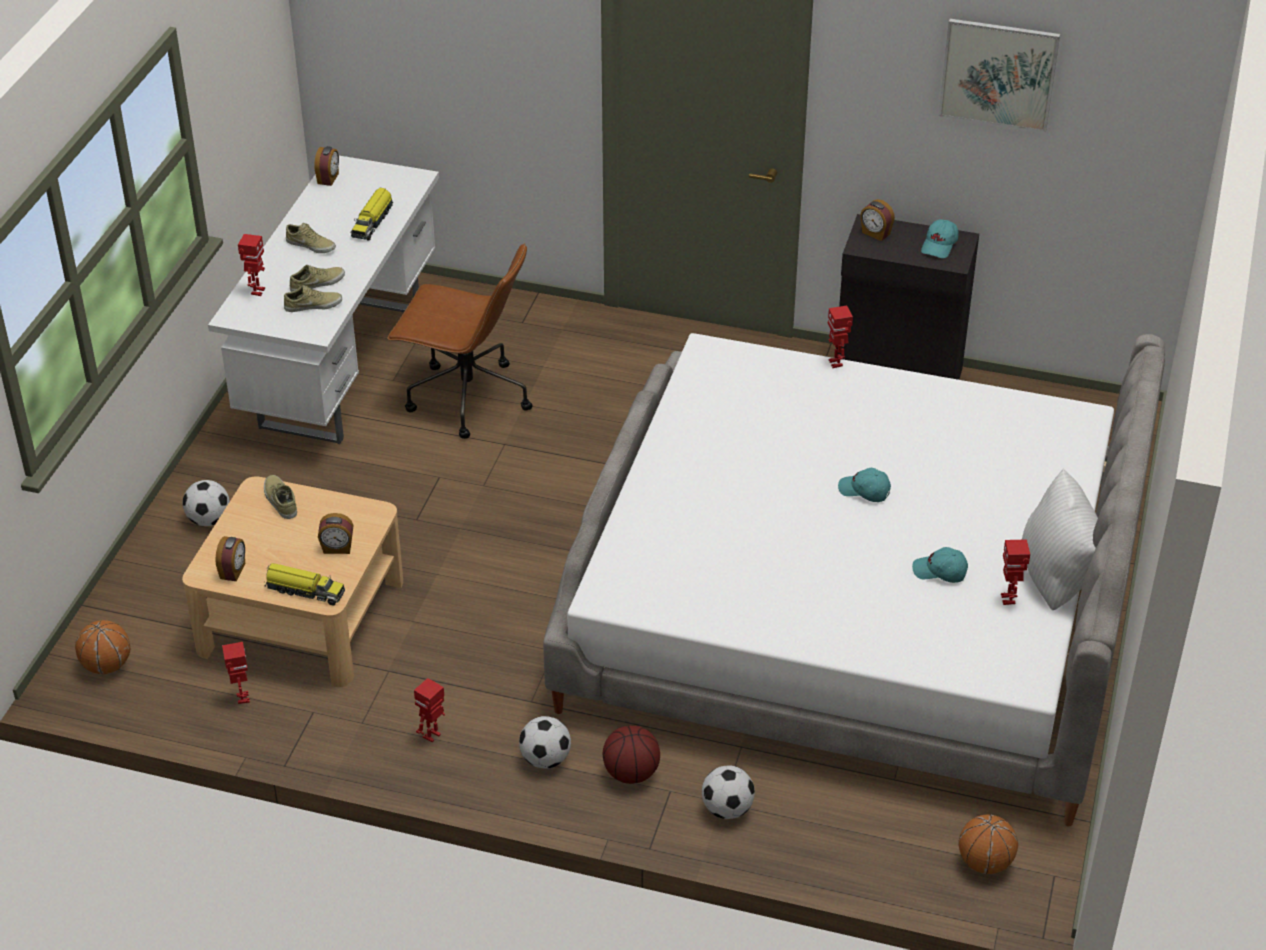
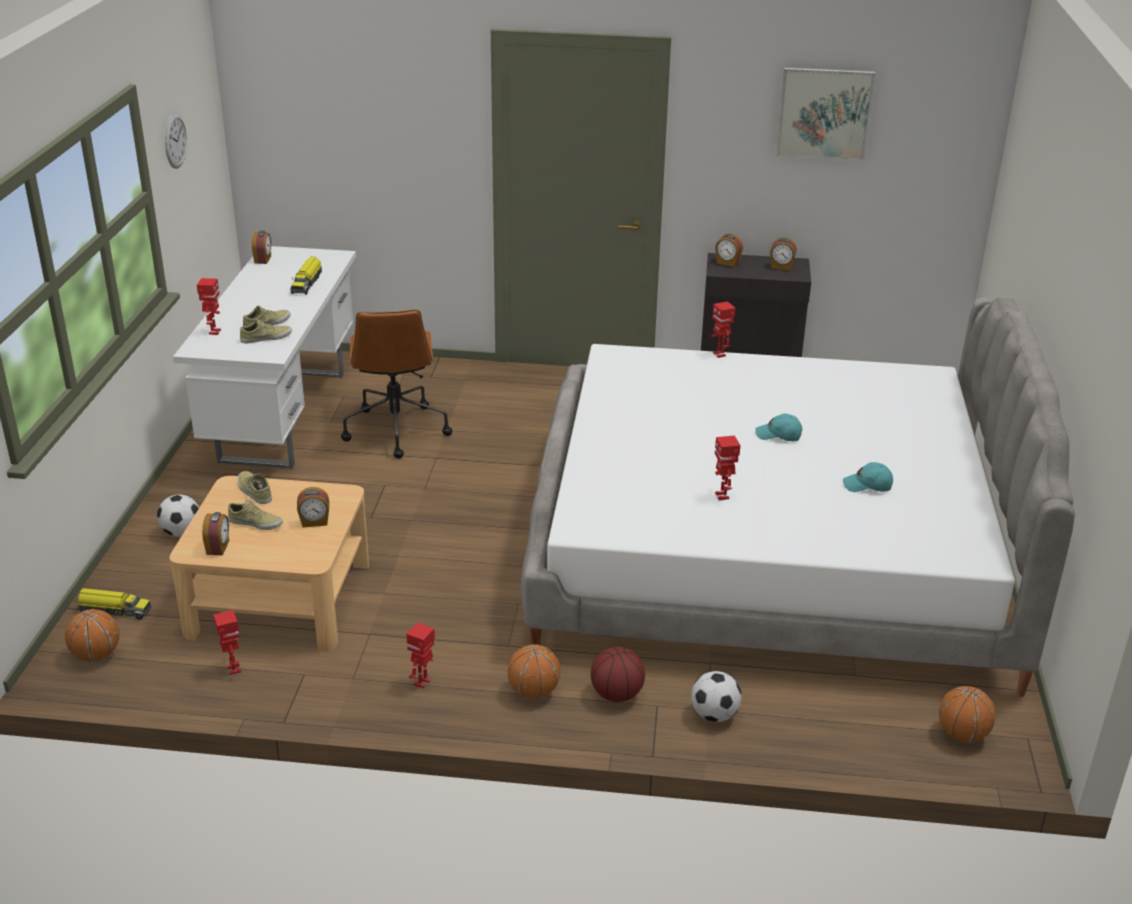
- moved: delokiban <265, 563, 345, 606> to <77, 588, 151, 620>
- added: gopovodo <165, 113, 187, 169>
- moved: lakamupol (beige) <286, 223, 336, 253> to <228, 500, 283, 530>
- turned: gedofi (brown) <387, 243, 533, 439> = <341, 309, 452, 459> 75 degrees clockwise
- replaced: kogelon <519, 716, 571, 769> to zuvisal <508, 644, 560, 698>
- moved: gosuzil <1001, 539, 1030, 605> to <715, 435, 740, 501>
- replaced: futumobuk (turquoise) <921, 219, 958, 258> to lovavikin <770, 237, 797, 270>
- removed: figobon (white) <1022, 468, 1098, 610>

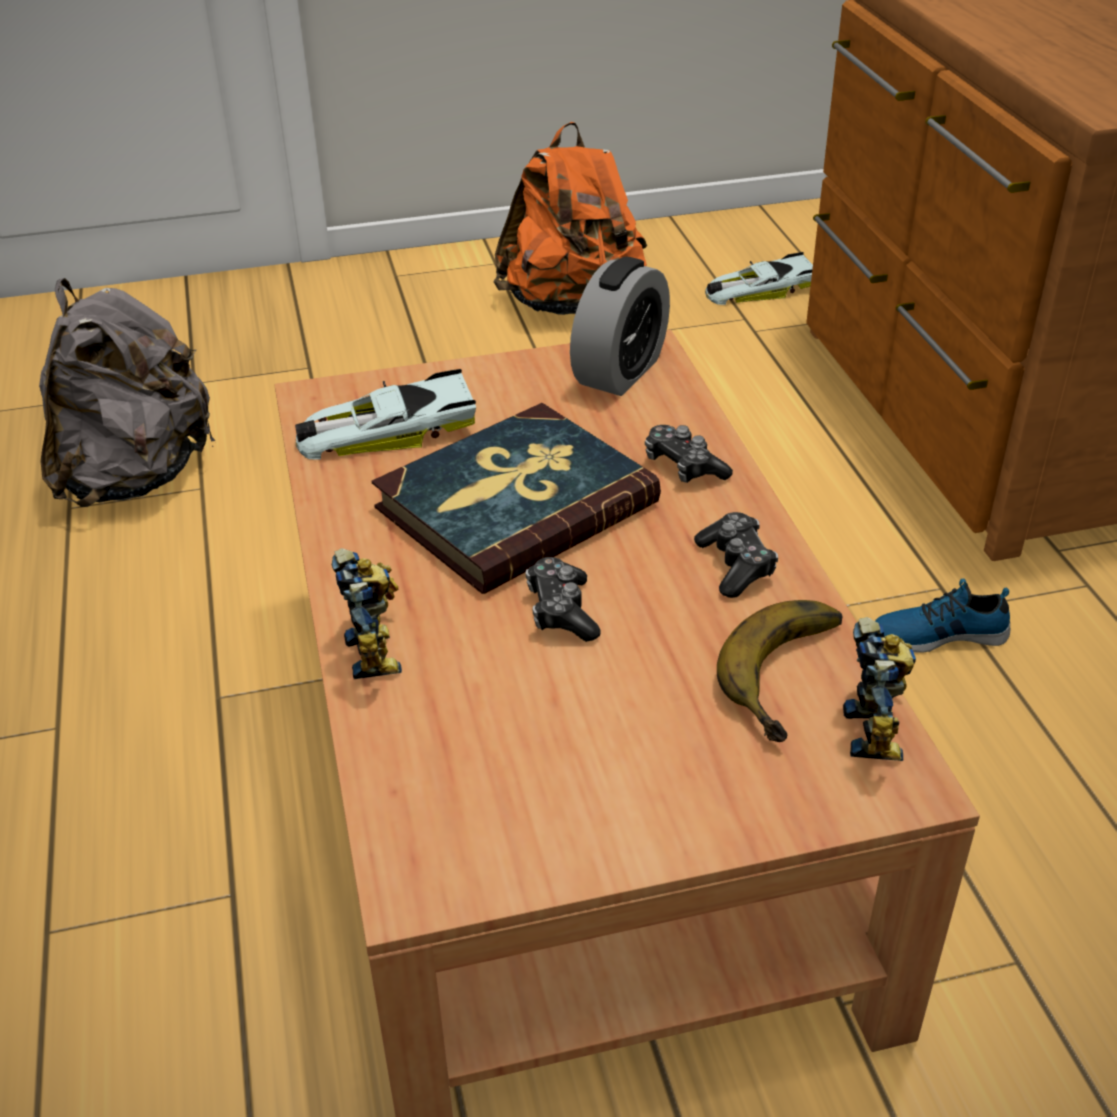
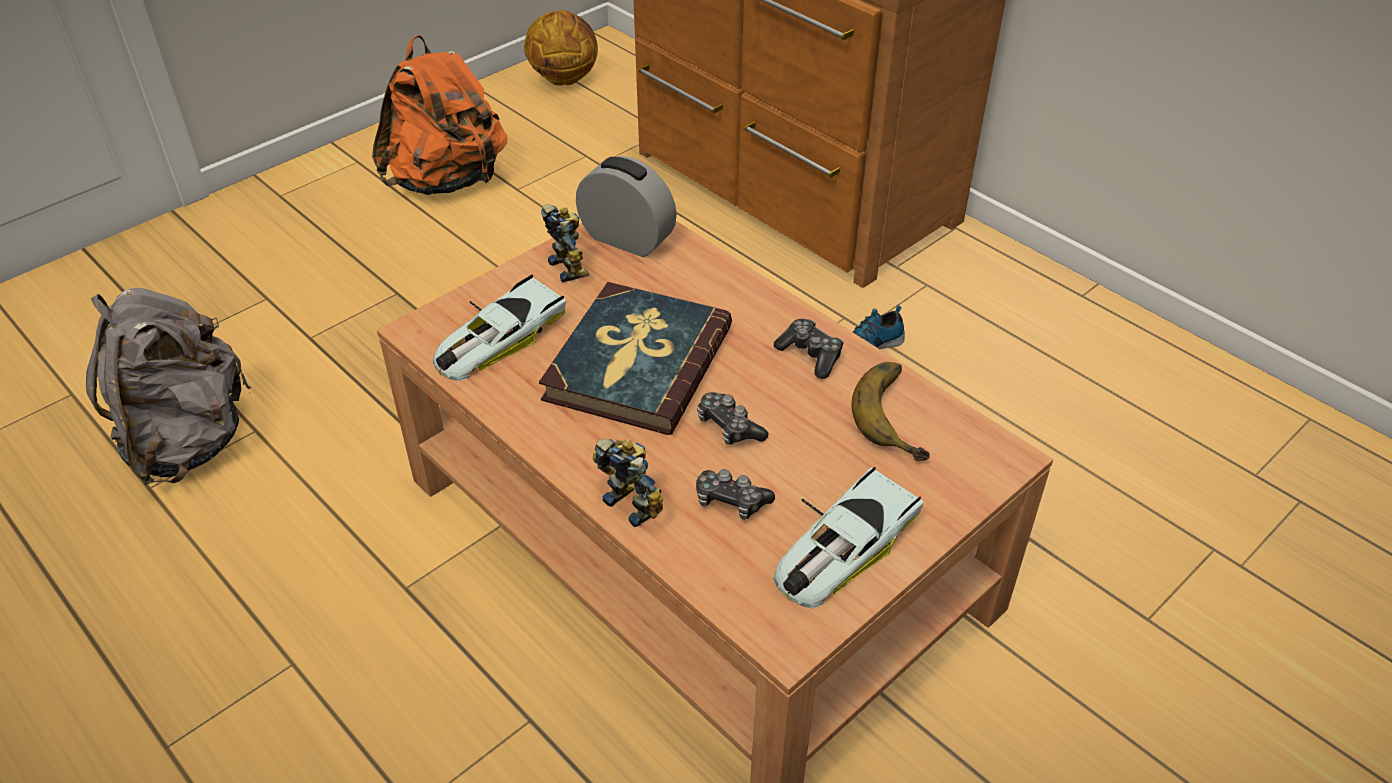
- added: zuvisal <524, 10, 598, 86>
- moved: gosuzil <843, 617, 916, 761> to <541, 204, 589, 283>
- turned: lovavikin <570, 256, 670, 396> = <576, 156, 677, 257> 60 degrees counterclockwise
- moved: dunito <645, 425, 733, 483> to <696, 469, 775, 520>
- moved: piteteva <705, 252, 813, 305> to <773, 467, 924, 608>

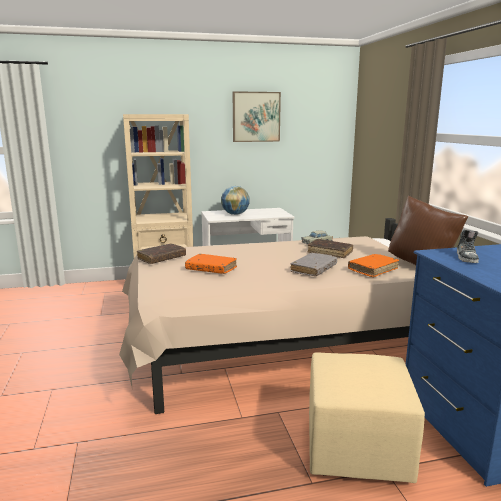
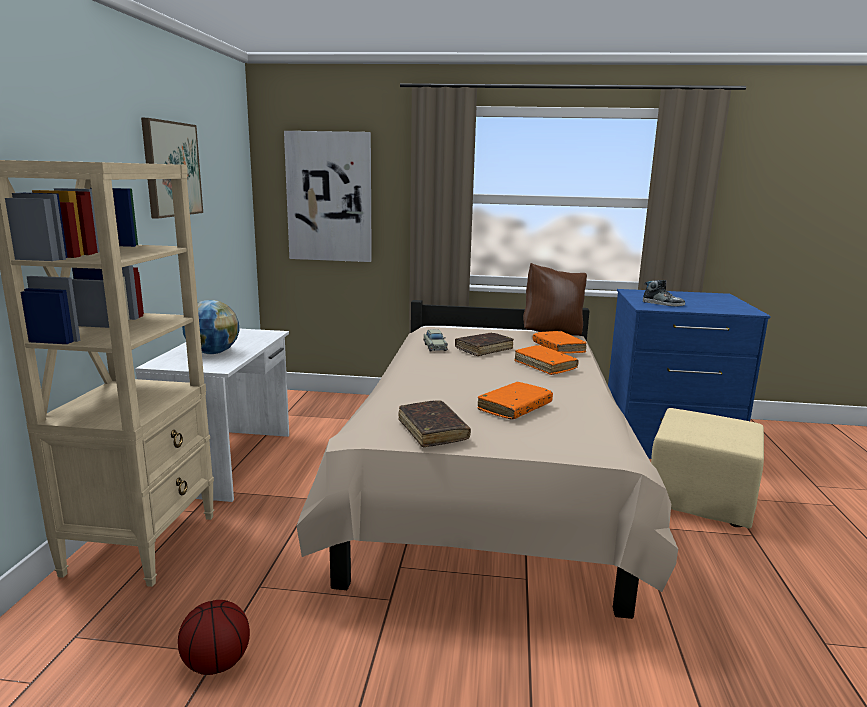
- added: zuvisal <178, 600, 250, 675>
- added: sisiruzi <284, 131, 372, 262>
- recoloured: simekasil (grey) <291, 253, 337, 276> to simekasil (orange) <514, 345, 579, 375>

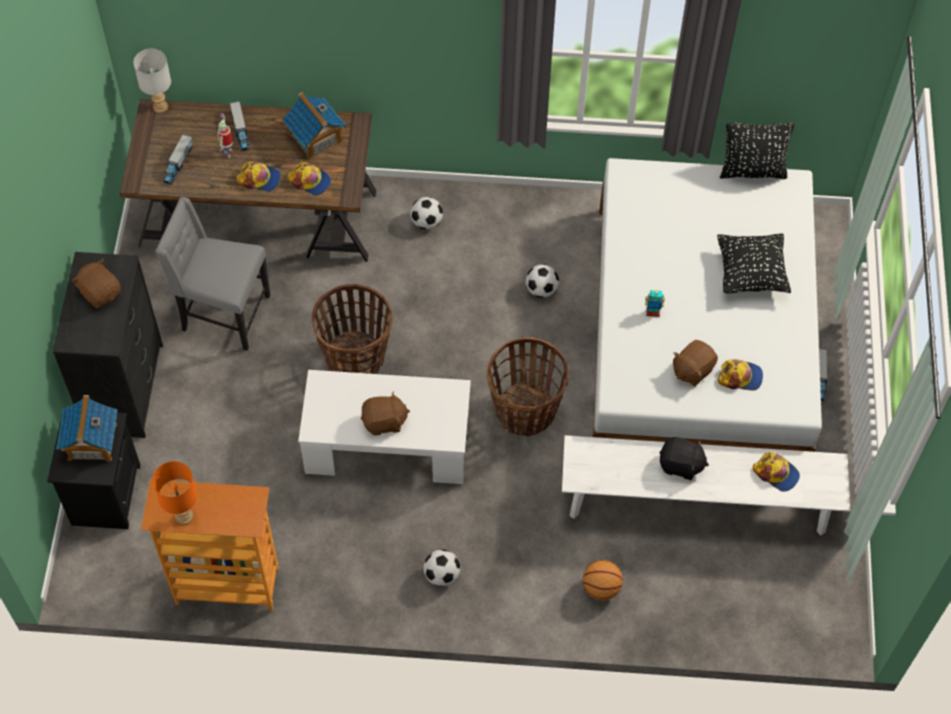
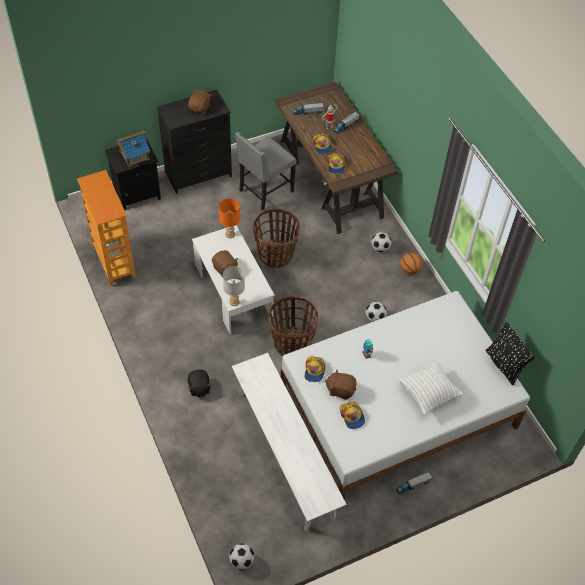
- moved: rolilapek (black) <659, 437, 709, 480> to <188, 370, 211, 397>
- moved: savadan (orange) <152, 461, 197, 525> to <219, 198, 240, 238>
- moved: savadan (grey) <133, 49, 171, 113> to <223, 266, 245, 306>
- moved: kogelon <423, 549, 460, 587> to <229, 544, 254, 570>
- turned: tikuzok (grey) <155, 197, 270, 351> = <235, 132, 296, 210> 120 degrees counterclockwise
- moved: futumobuk <753, 452, 800, 492> to <304, 356, 326, 382>
- recoloured: figobon (black) <717, 233, 791, 293> to figobon (white) <398, 360, 463, 415>
- moved: zuvisal <583, 560, 623, 600> to <400, 253, 422, 275>
- removed: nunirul <282, 93, 346, 159>

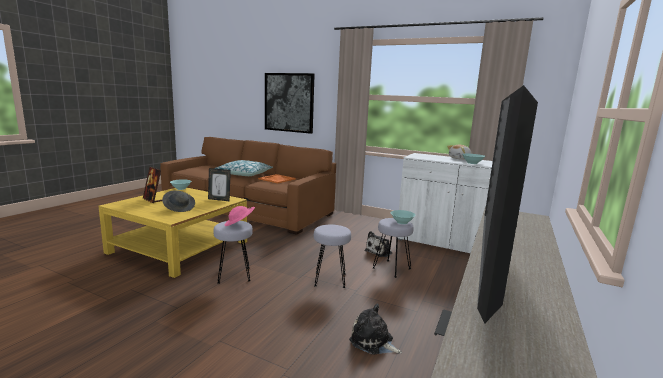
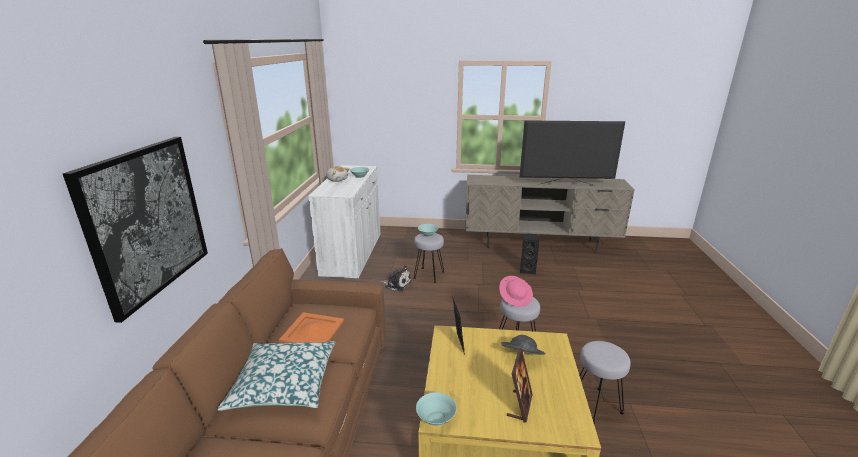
- replaced: rolilapek <349, 304, 402, 355> to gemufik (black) <520, 233, 540, 274>
- moved: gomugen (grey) <314, 224, 351, 288> to <579, 341, 631, 424>

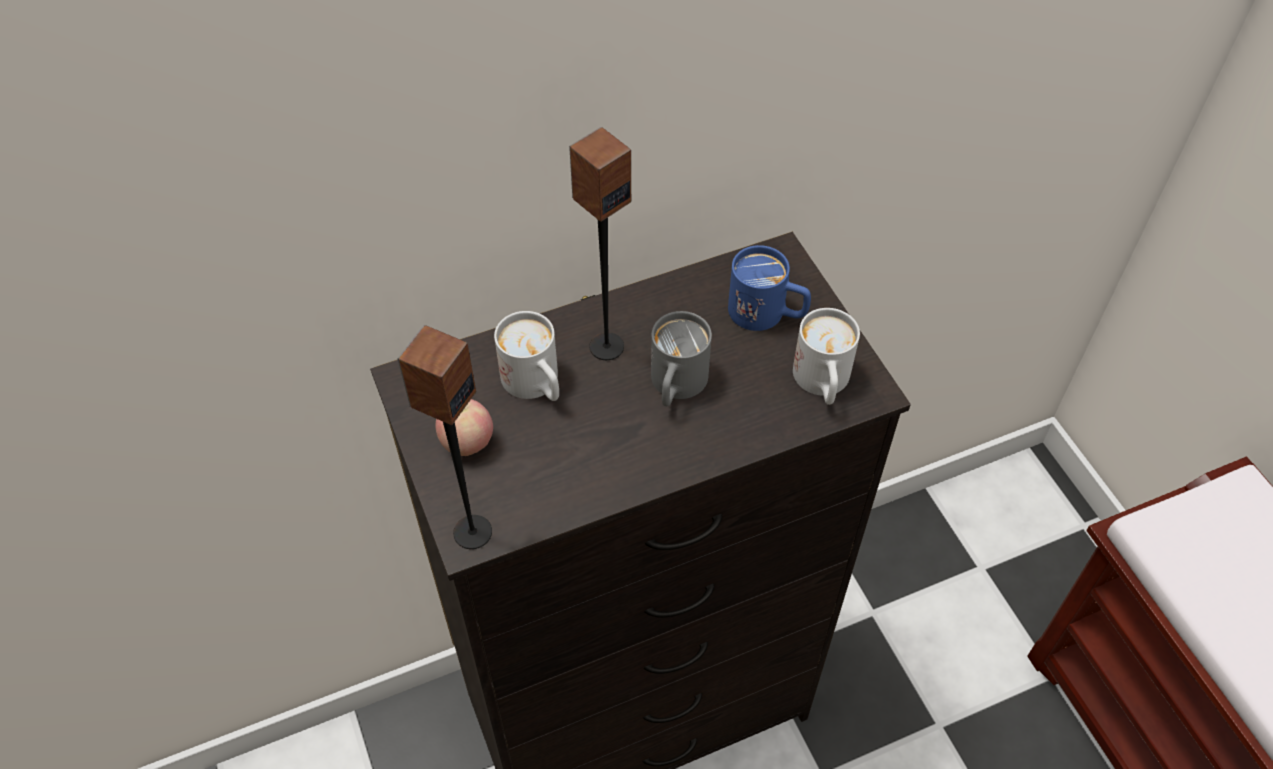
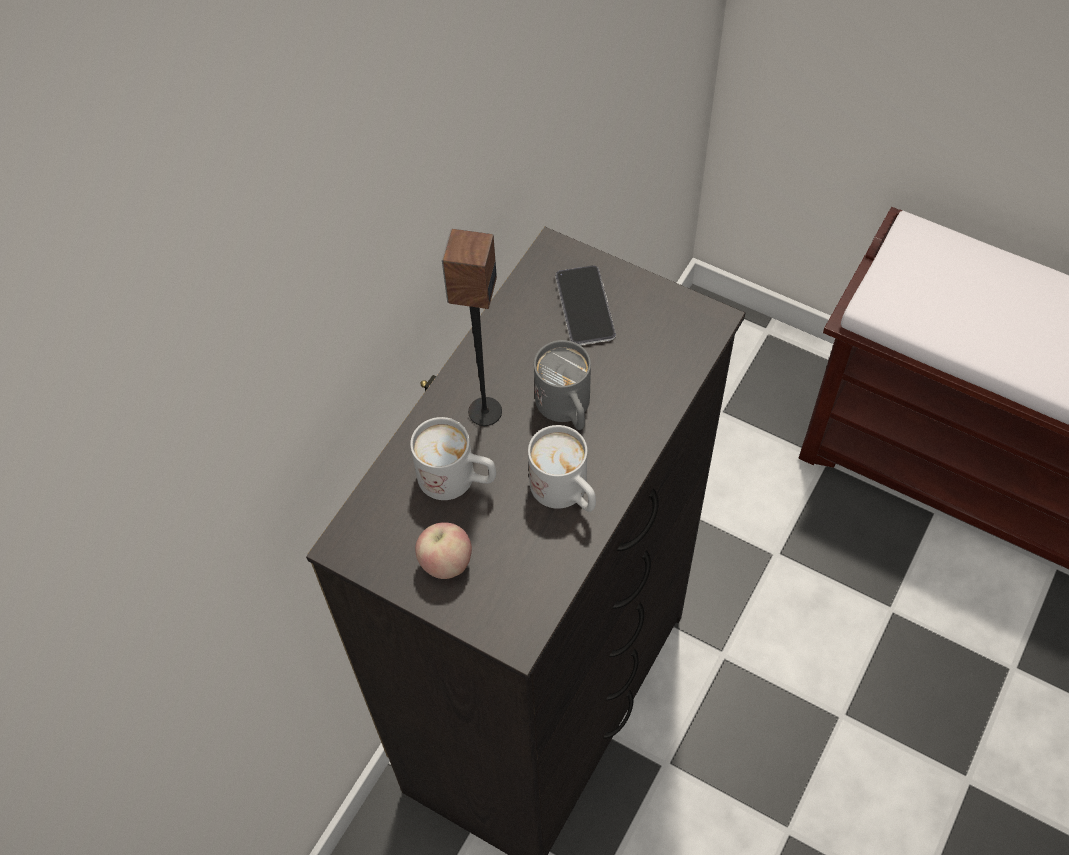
- moved: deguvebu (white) <793, 308, 860, 405> to <528, 425, 596, 512>
- replaced: deguvebu (blue) <728, 245, 811, 331> to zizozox <555, 265, 616, 345>
- removed: gemufik <397, 325, 492, 549>

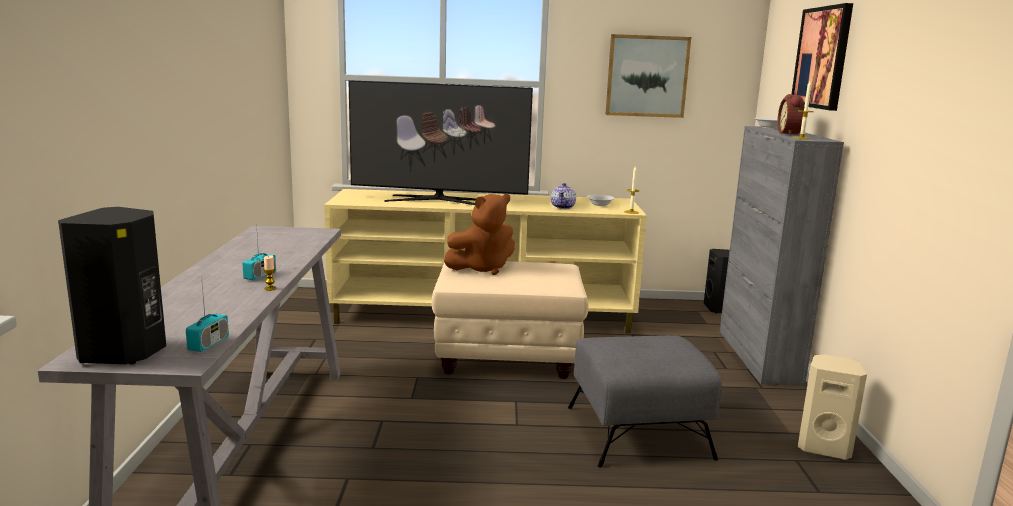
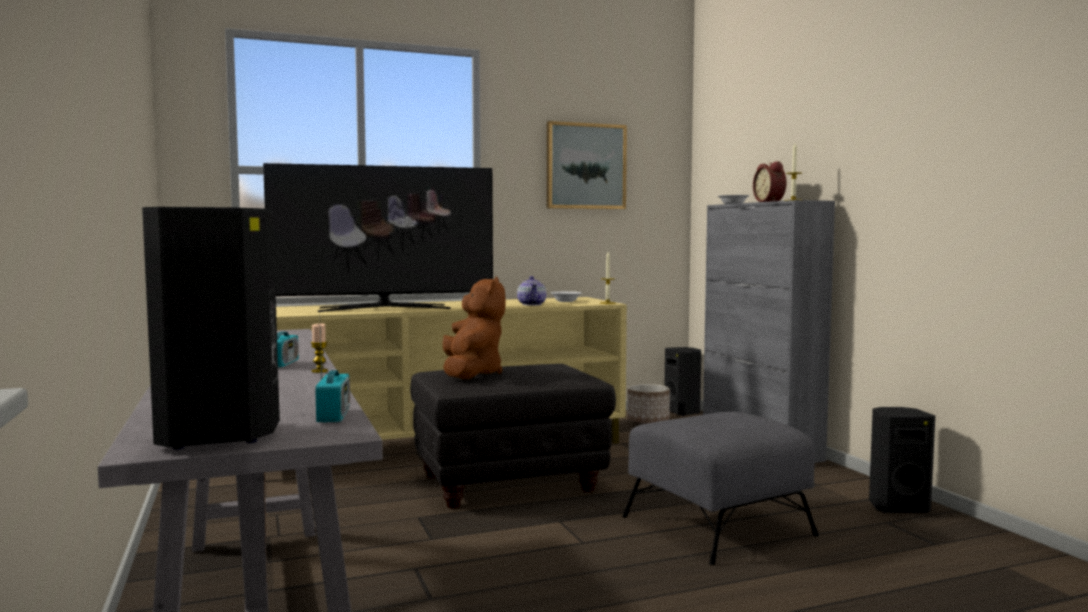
- recoloured: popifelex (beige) <432, 261, 589, 379> to popifelex (black) <410, 364, 616, 509>
- turned: rolilapek (brown) <444, 194, 515, 275> = <443, 276, 506, 379> 45 degrees counterclockwise
- added: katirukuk <627, 384, 670, 424>
- recoloured: gemufik (beige) <798, 354, 867, 460> to gemufik (black) <869, 407, 935, 513>
- removed: sisiruzi <792, 3, 853, 111>

